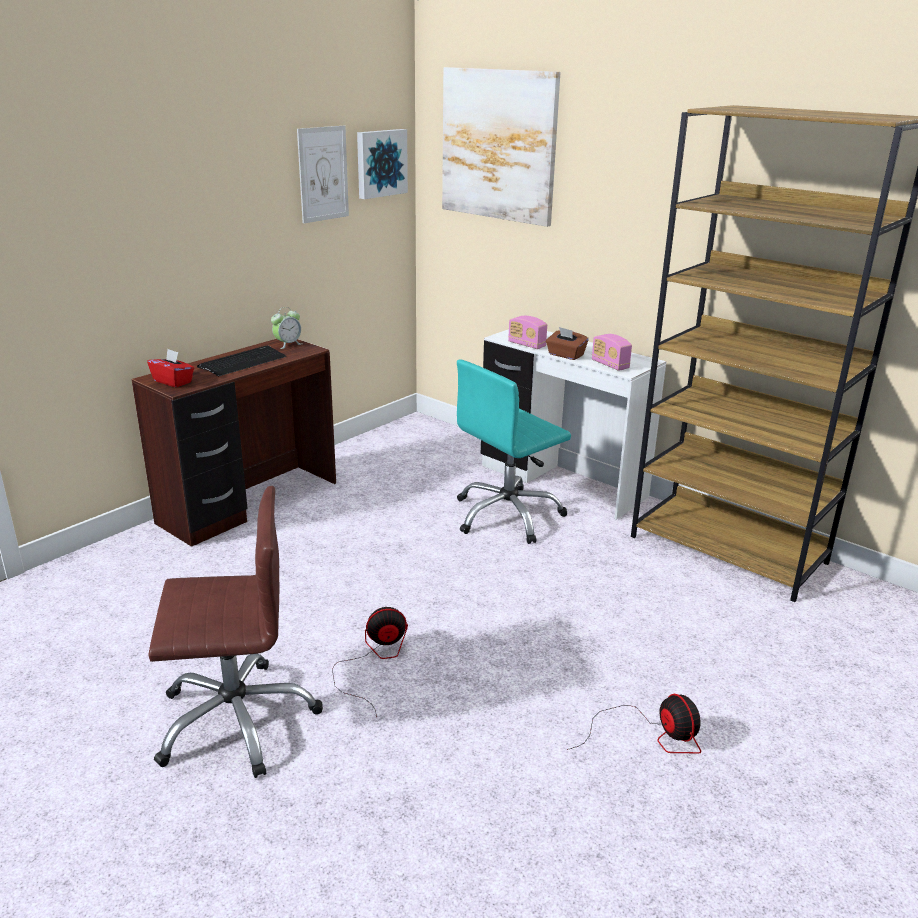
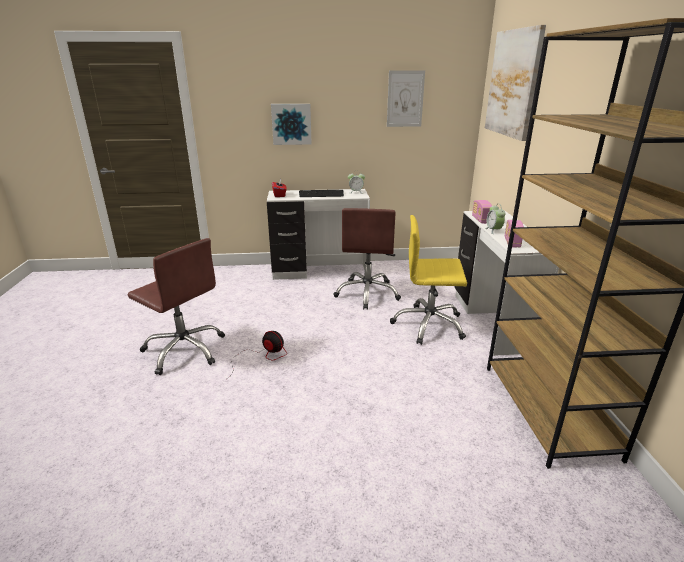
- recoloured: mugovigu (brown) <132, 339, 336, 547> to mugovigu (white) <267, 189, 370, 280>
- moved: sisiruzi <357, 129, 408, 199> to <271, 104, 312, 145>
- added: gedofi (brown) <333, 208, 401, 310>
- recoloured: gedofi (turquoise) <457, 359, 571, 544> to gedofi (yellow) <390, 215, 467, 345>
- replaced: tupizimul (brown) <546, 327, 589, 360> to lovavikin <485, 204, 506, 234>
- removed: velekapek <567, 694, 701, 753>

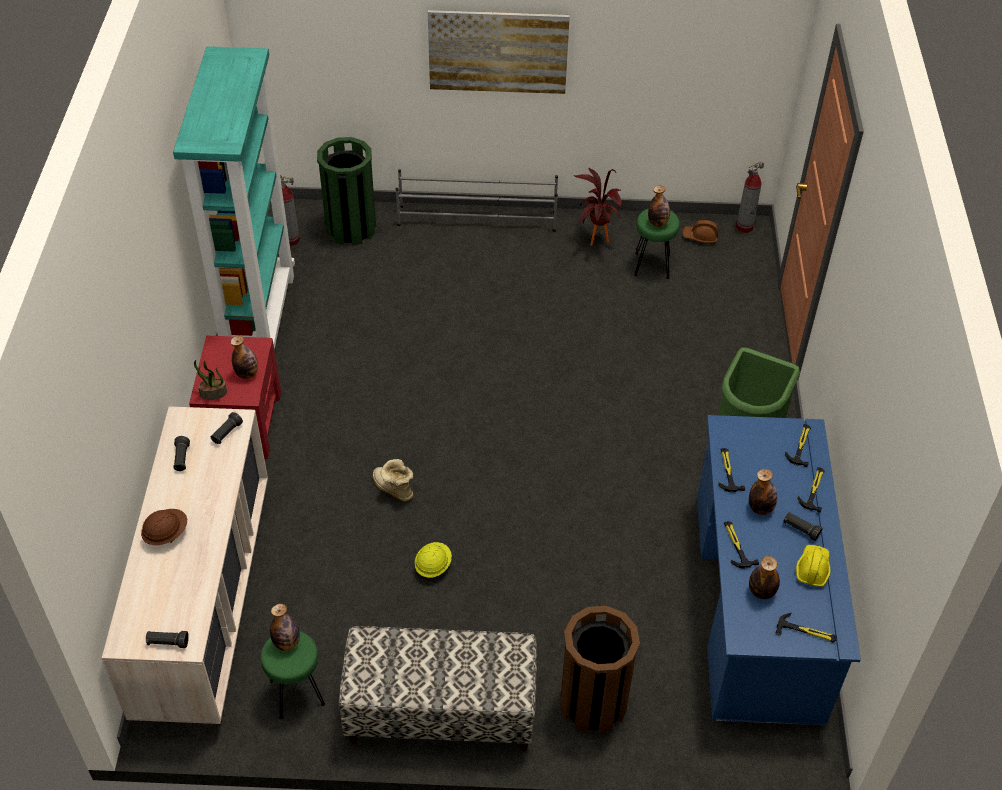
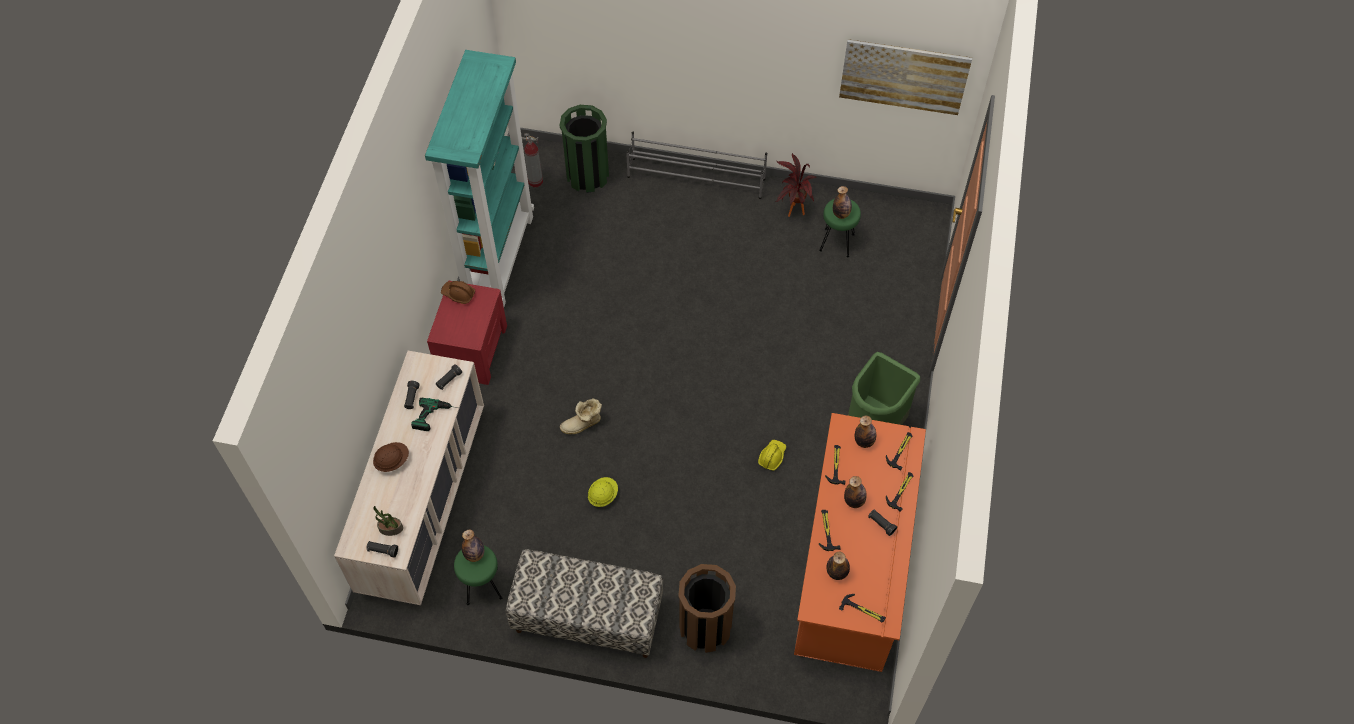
- moved: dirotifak <194, 360, 227, 400> to <373, 506, 403, 536>
- added: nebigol <411, 398, 458, 431>
- moved: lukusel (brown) <682, 220, 718, 245> to <441, 281, 475, 304>
- turned: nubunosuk <372, 459, 414, 502> = <560, 398, 602, 434> 75 degrees counterclockwise
- moved: lukusel (yellow) <796, 545, 831, 587> to <758, 440, 786, 471>
- recoloured: mugovigu (blue) <697, 415, 861, 725> to mugovigu (orange) <794, 413, 926, 672>
- moved: sisiruzi <428, 10, 570, 94> to <839, 39, 972, 115>
- moved: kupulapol <231, 336, 258, 379> to <855, 416, 876, 448>
- removed: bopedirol <736, 161, 764, 233>

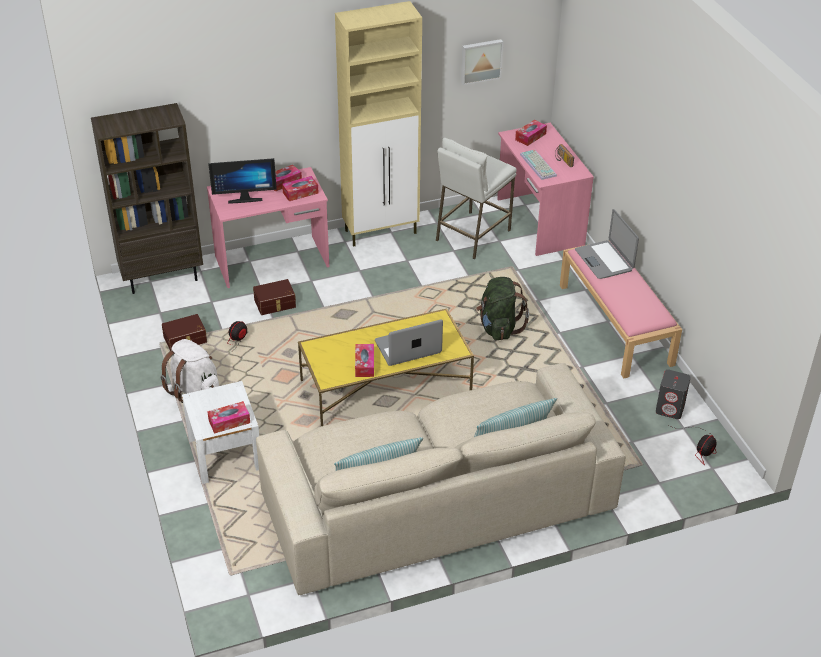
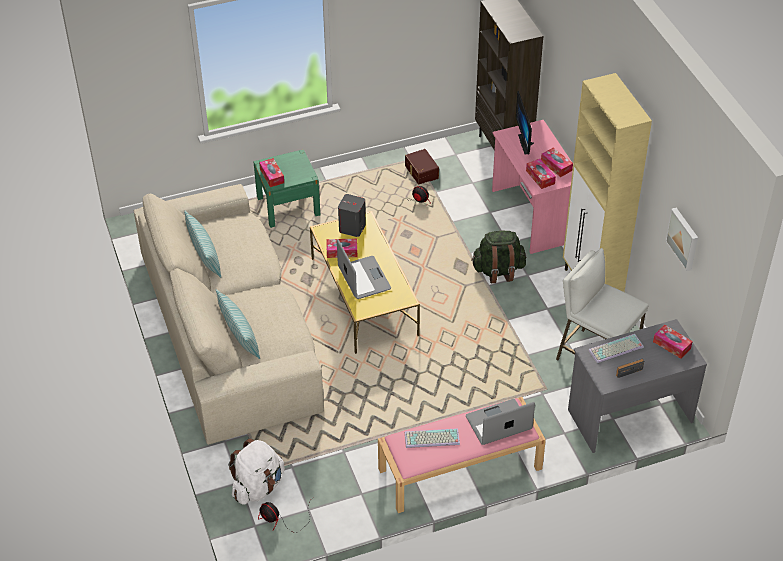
- moved: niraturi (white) <160, 339, 219, 403> to <228, 439, 285, 505>
- recoloured: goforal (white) <182, 381, 259, 484> to goforal (green) <253, 149, 320, 228>
- moved: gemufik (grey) <656, 370, 691, 419> to <338, 194, 366, 237>
- added: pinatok <405, 428, 460, 448>
- moved: niraturi (green) <476, 277, 529, 340> to <471, 231, 526, 283>
- recoloured: mugovigu (pink) <497, 123, 594, 256> to mugovigu (grey) <568, 319, 707, 453>
- removed: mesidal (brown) <253, 279, 296, 315>

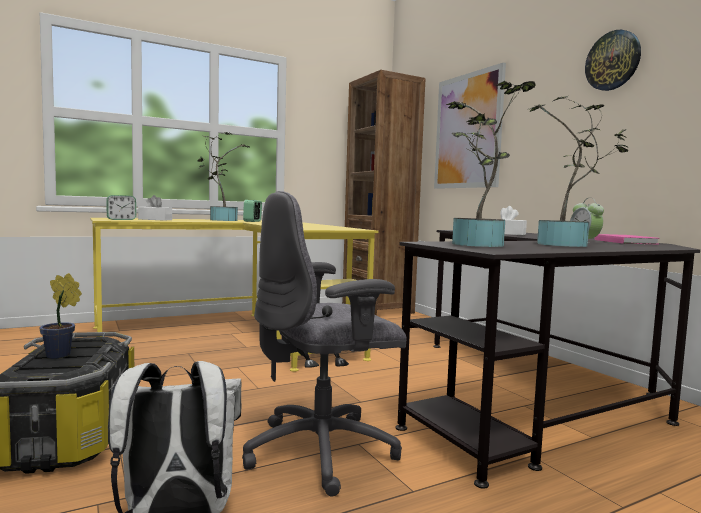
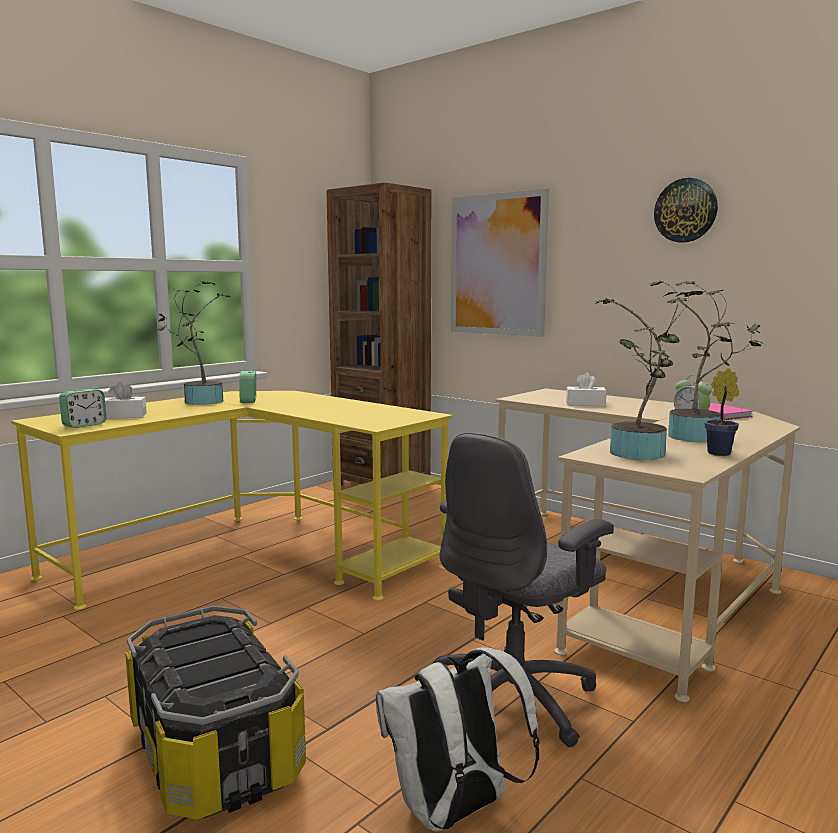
- recoloured: mugovigu (black) <396, 230, 700, 489> to mugovigu (beige) <495, 389, 800, 702>
- moved: dirotifak <39, 273, 82, 359> to <704, 368, 739, 456>

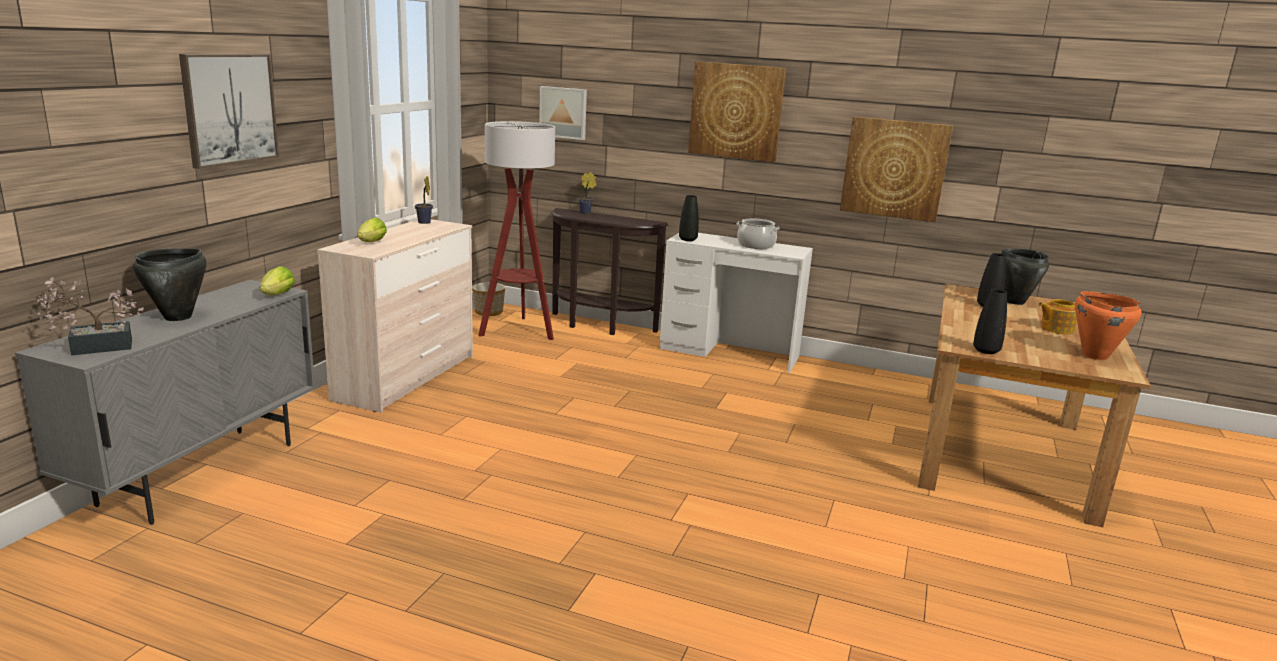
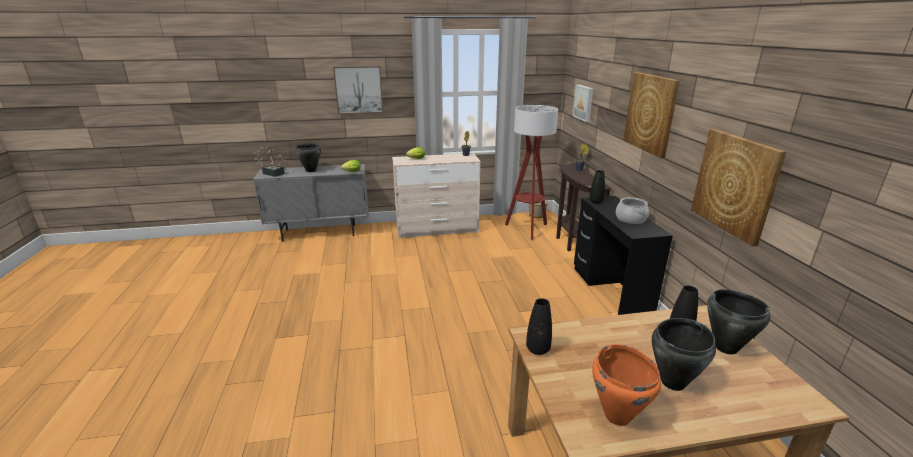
- recoloured: mugovigu (white) <660, 233, 813, 373> to mugovigu (black) <574, 196, 673, 315>
- replaced: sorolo <1038, 299, 1077, 334> to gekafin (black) <652, 318, 716, 391>

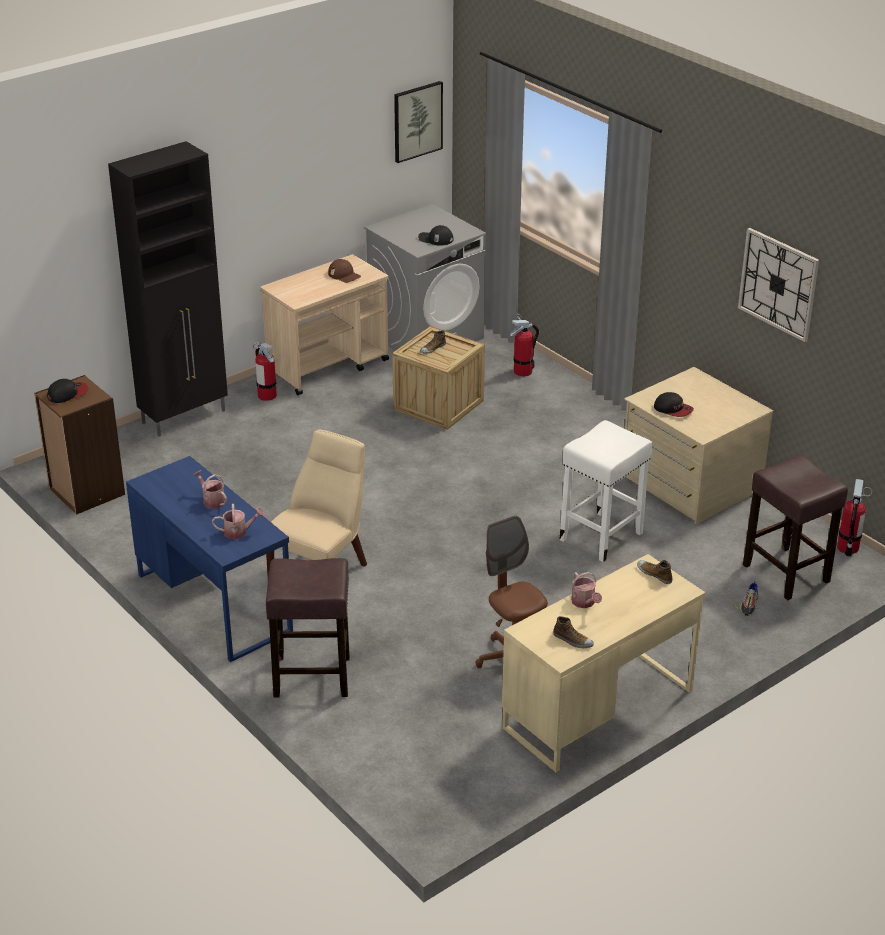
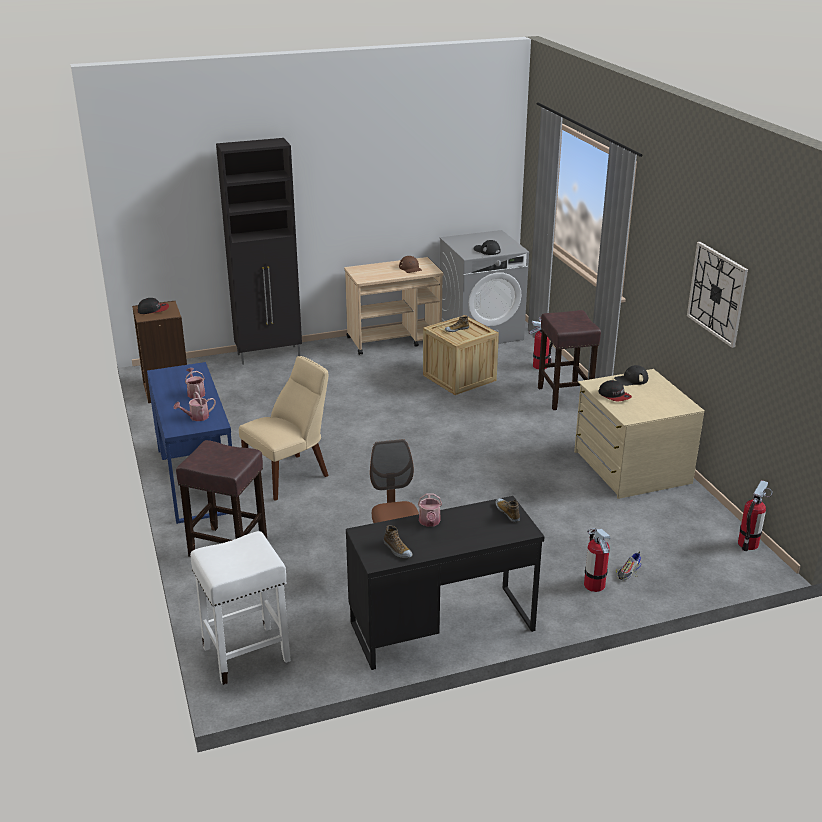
- turned: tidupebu <212, 504, 265, 539> = <174, 392, 216, 421> 135 degrees clockwise
- moved: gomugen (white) <559, 420, 653, 562> to <190, 531, 291, 685>
- recoloured: mugovigu (beige) <502, 554, 706, 772> to mugovigu (black) <346, 496, 545, 670>
- moved: gomugen (brown) <743, 455, 848, 600> to <538, 310, 601, 410>
- moved: bopedirol <253, 342, 277, 401> to <584, 528, 610, 592>
- added: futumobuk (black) <614, 365, 648, 386>
- removed: sisiruzi <394, 81, 443, 163>

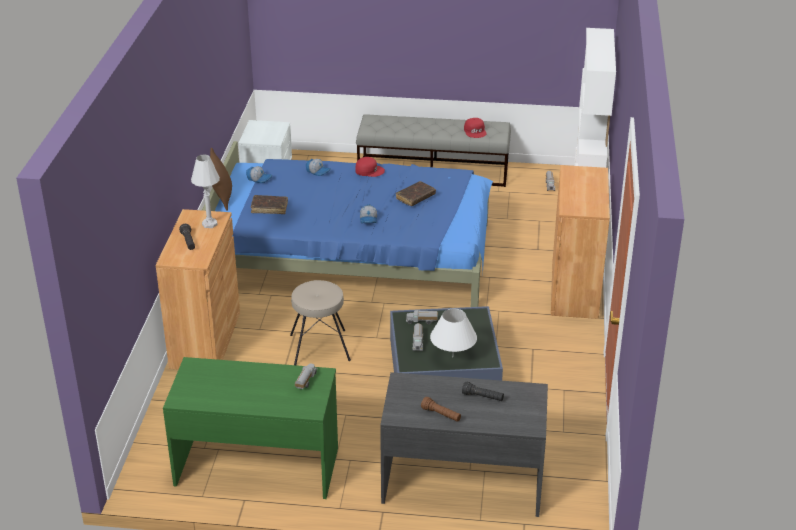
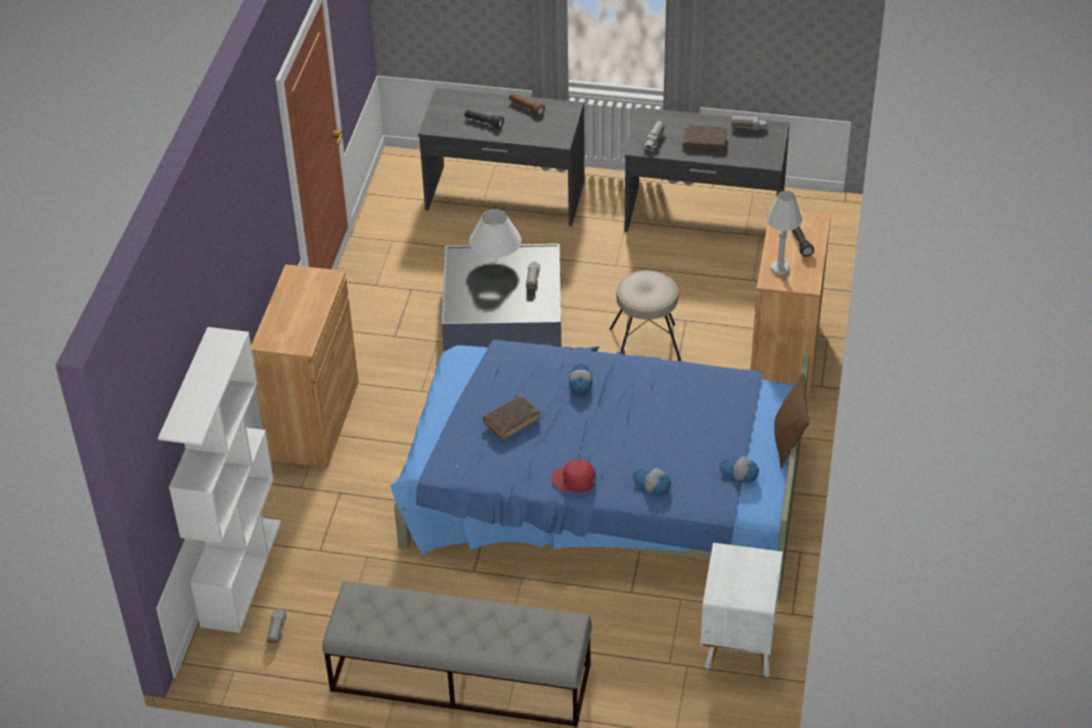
- recoloured: mugovigu (green) <163, 357, 338, 499> to mugovigu (grey) <625, 107, 790, 232>
- moved: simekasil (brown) <251, 195, 288, 214> to <682, 125, 726, 150>
- moved: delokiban <406, 310, 438, 324> to <731, 116, 767, 133>
- removed: futumobuk (red) <464, 118, 487, 138>

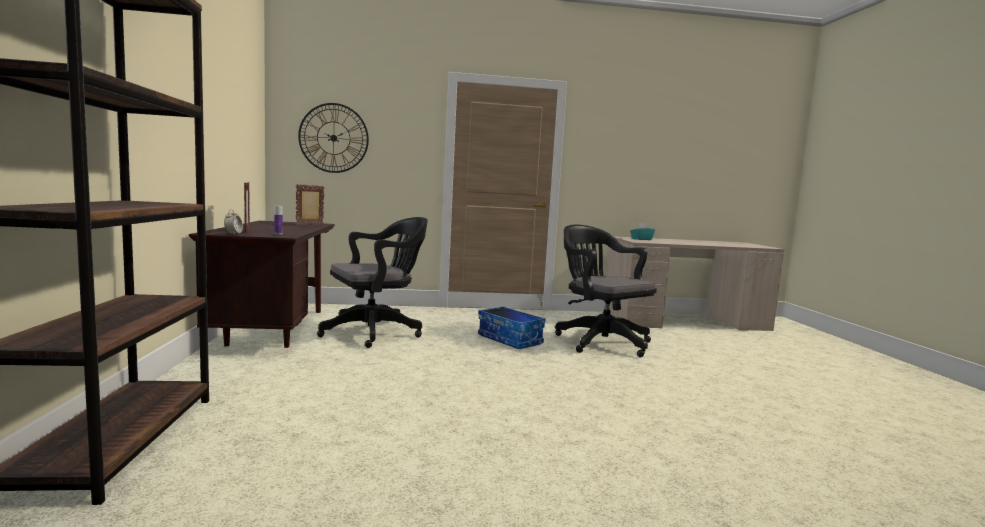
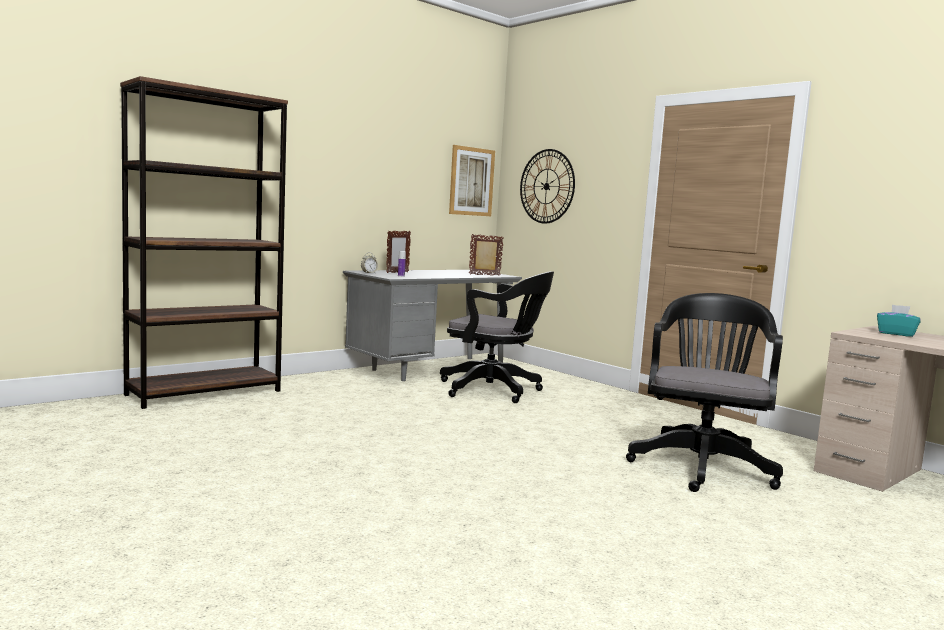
- recoloured: mugovigu (brown) <189, 221, 335, 348> to mugovigu (grey) <343, 270, 522, 381>
- added: sisiruzi <449, 145, 495, 216>
- removed: mesidal <478, 306, 546, 349>

